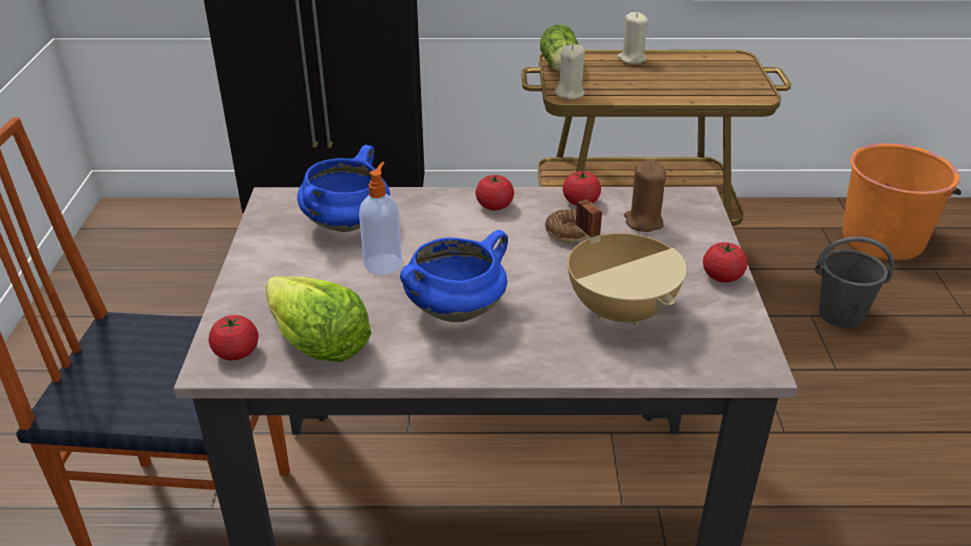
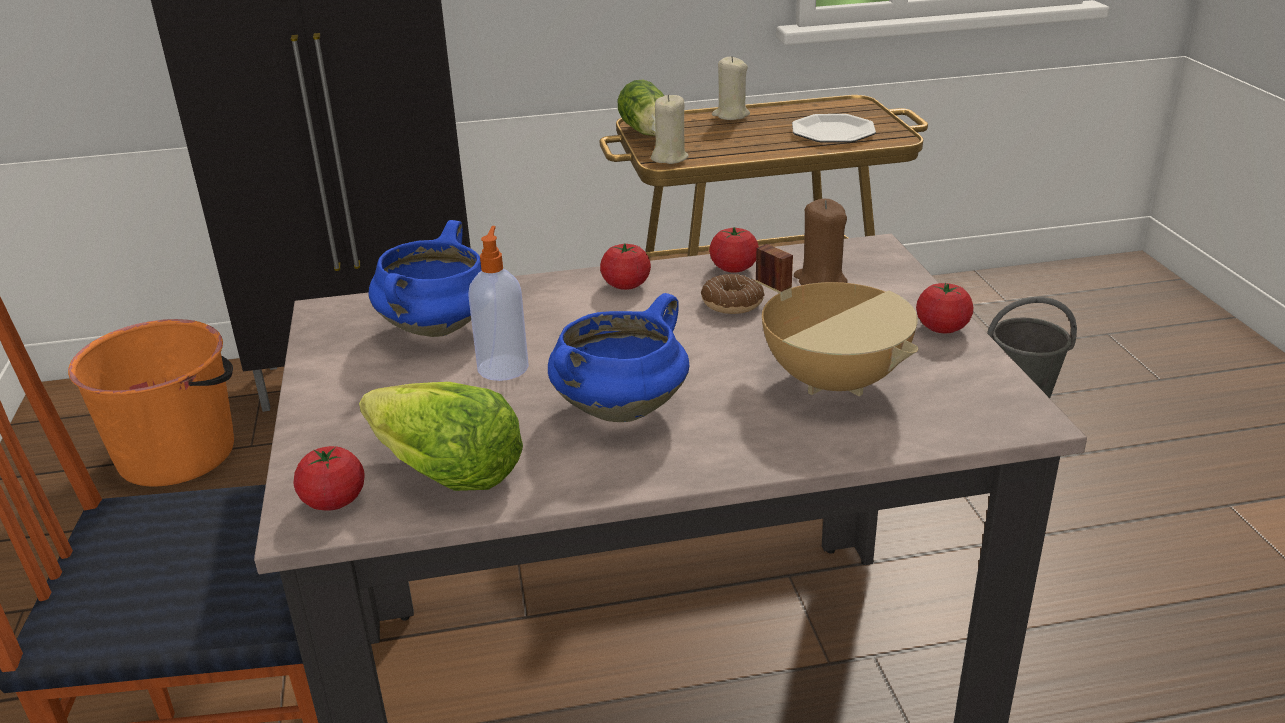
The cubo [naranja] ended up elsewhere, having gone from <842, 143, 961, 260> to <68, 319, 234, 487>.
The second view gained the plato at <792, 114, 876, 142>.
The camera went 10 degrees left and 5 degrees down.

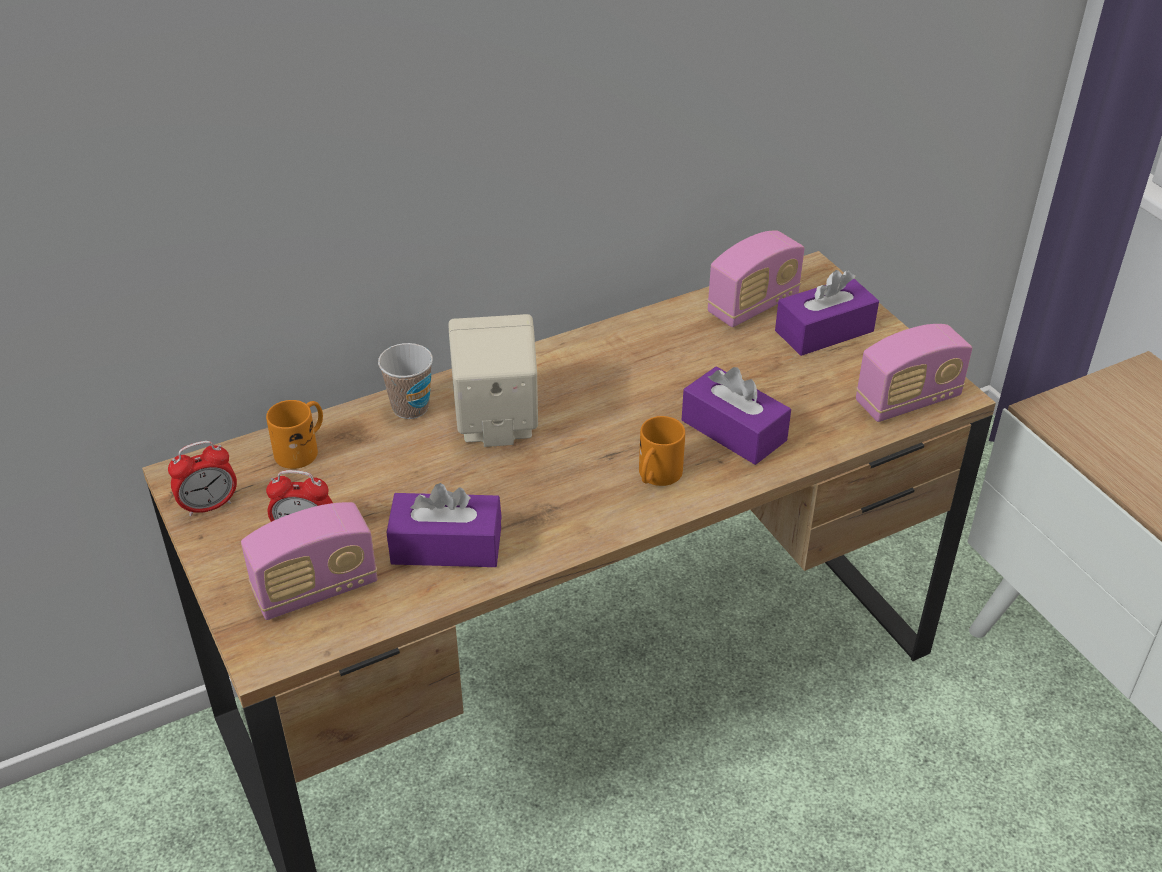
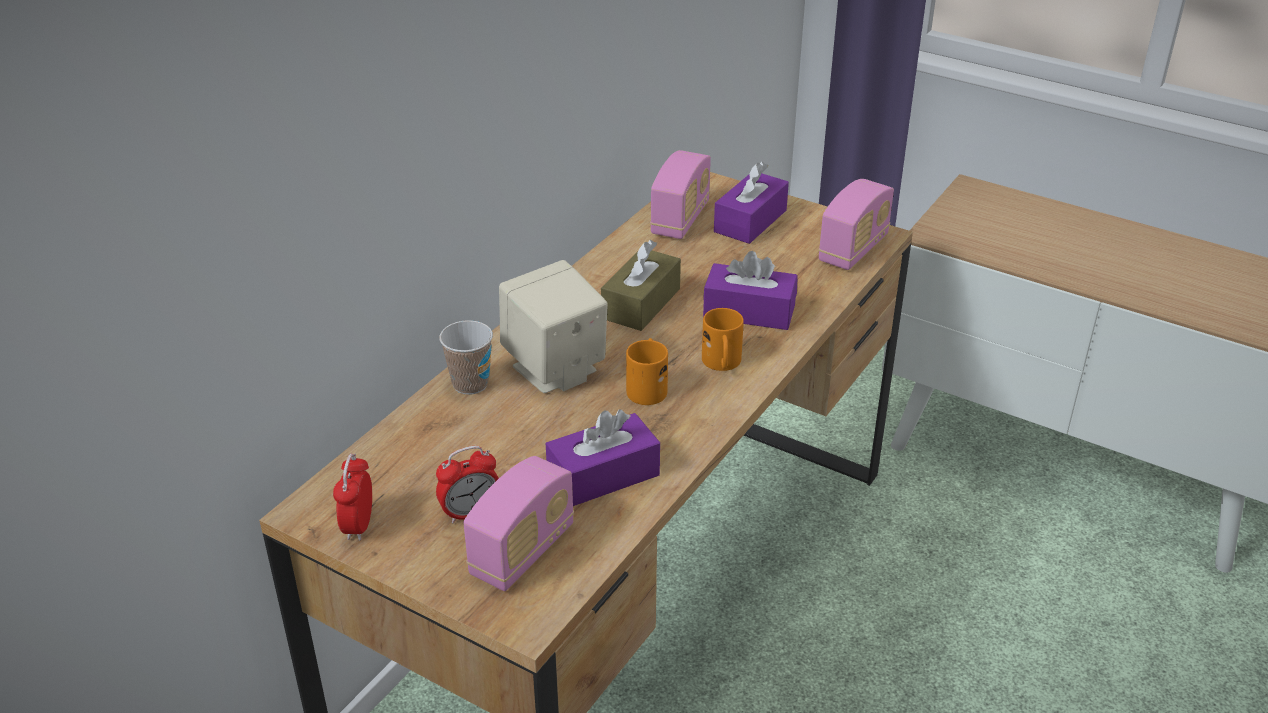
The despertador at <168, 441, 237, 517> ended up facing another way, 150 degrees clockwise from before.
The second view gained the caja de pañuelos [marrón] at <601, 240, 681, 331>.
The taza grande [naranja] ended up elsewhere, having gone from <266, 400, 323, 469> to <626, 338, 668, 405>.
The camera went 30 degrees left and 5 degrees down.

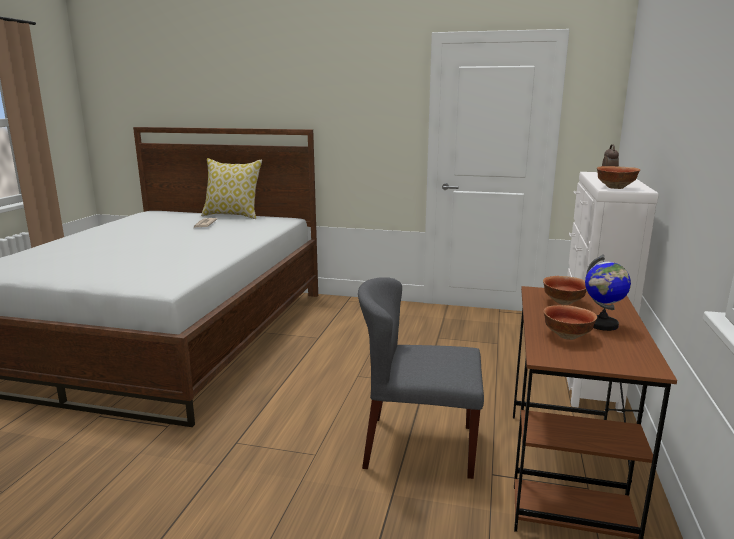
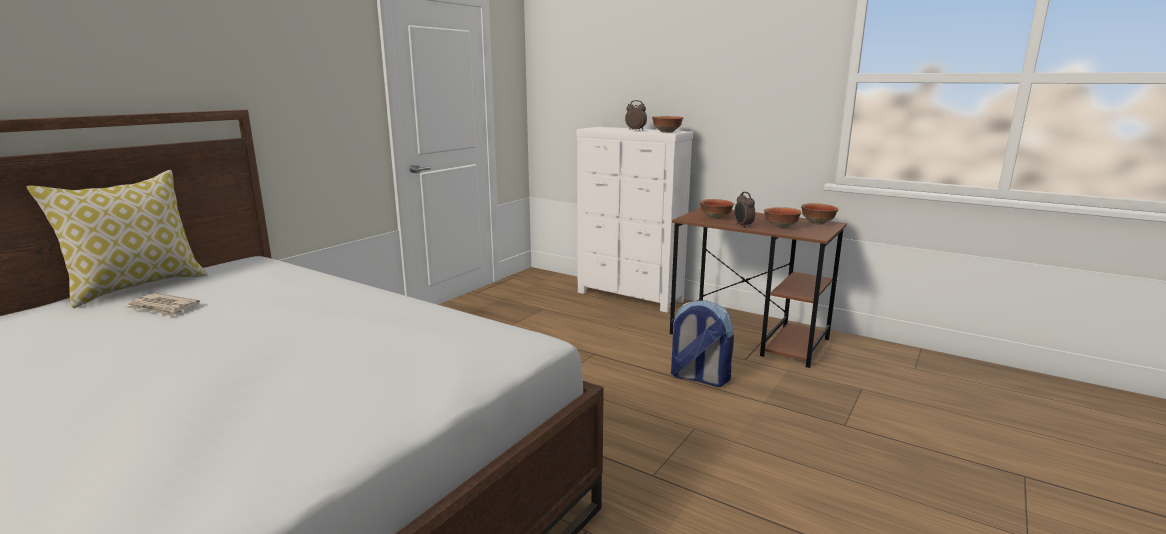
Where the silla [gris] stood at <358, 277, 484, 479>, the mochila came to stand at <671, 300, 734, 387>.
The second view gained the despertador at <734, 192, 755, 228>.
The second view gained the cuenco at <801, 203, 839, 224>.
The second view lost the globo terráqueo at <585, 255, 631, 331>.
The camera went 70 degrees left and 0 degrees up.

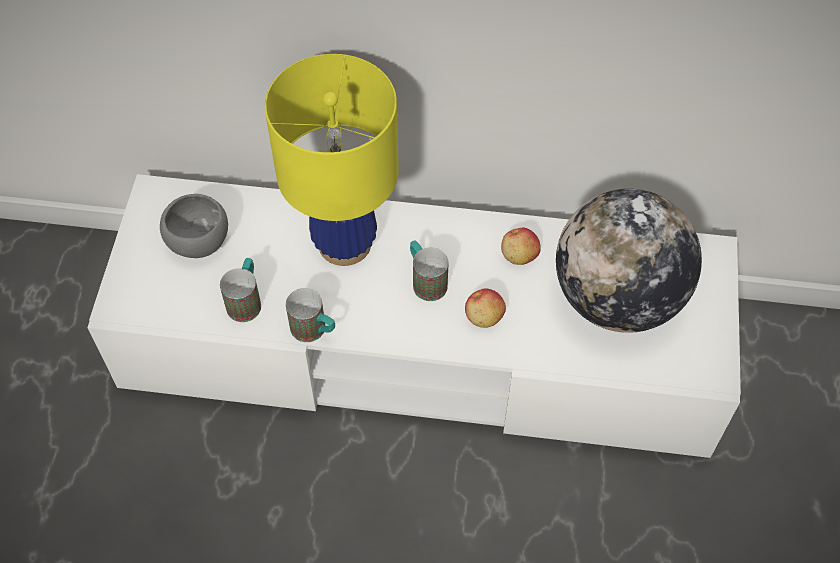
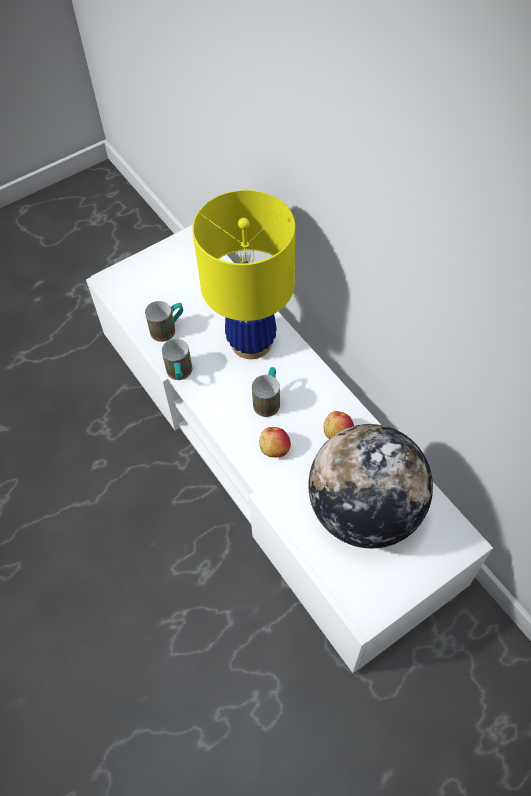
The second view lost the cuenco [gris] at <160, 194, 228, 258>.
The camera went 50 degrees right and 0 degrees up.

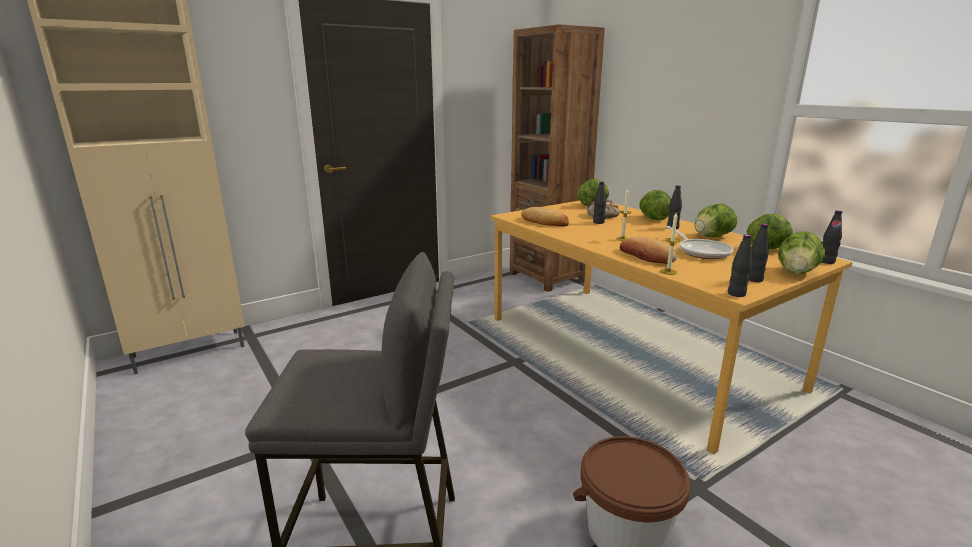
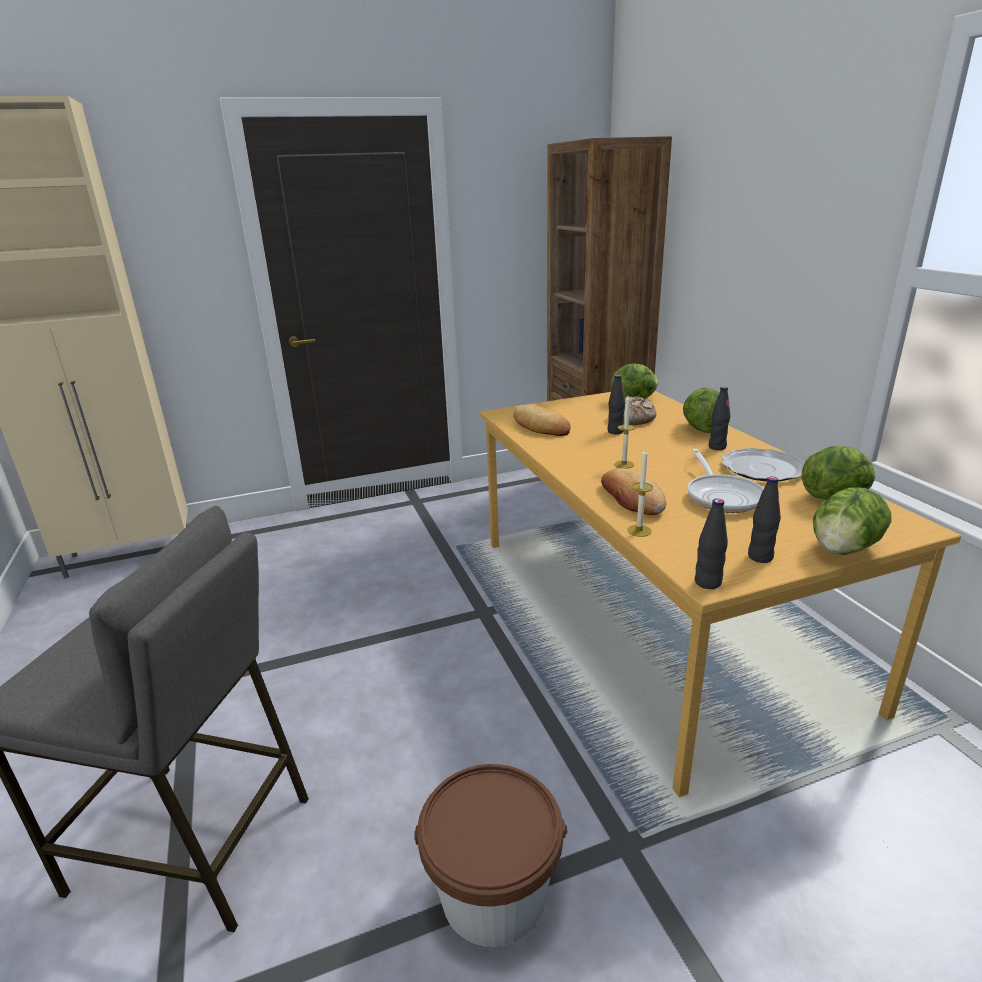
Where the lechuga stood at <695, 204, 737, 237>, the plato came to stand at <722, 448, 805, 481>.
The second view lost the botella [negro] at <822, 210, 842, 264>.
The camera went 15 degrees right and 5 degrees up.

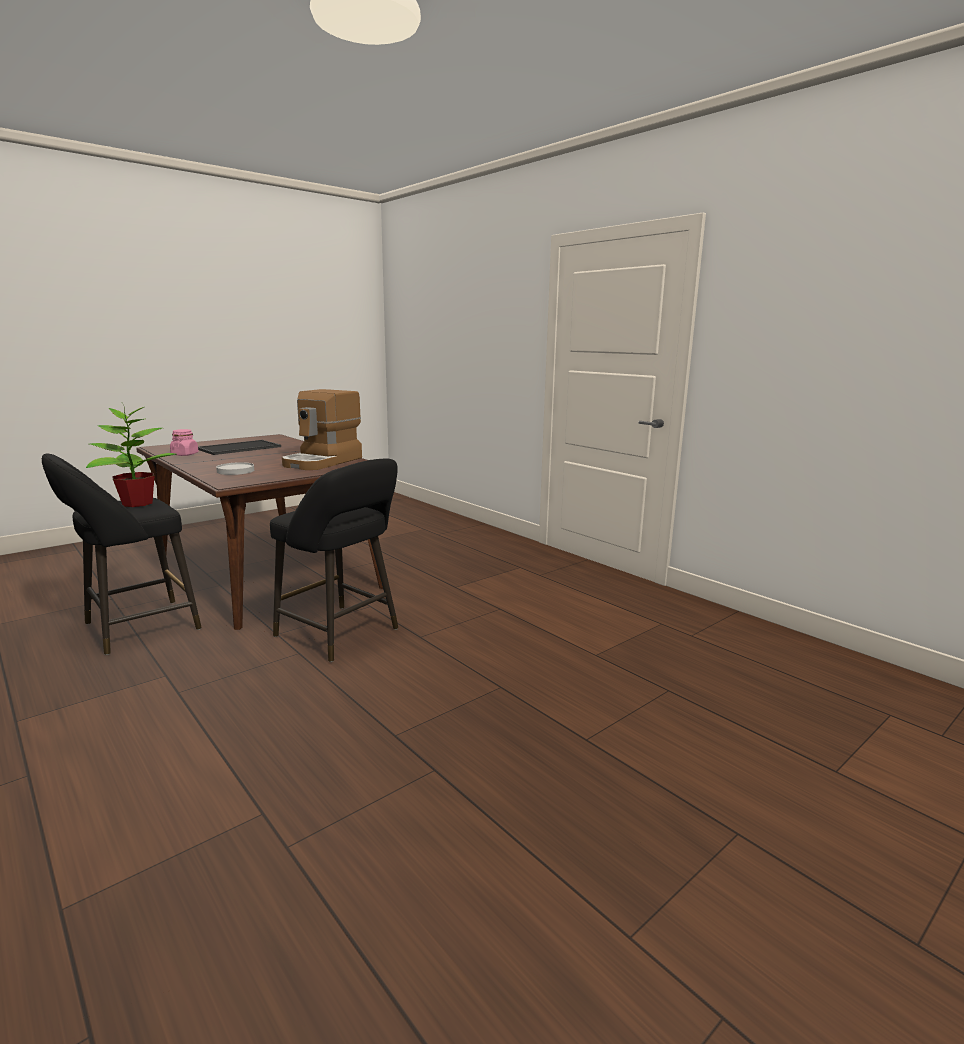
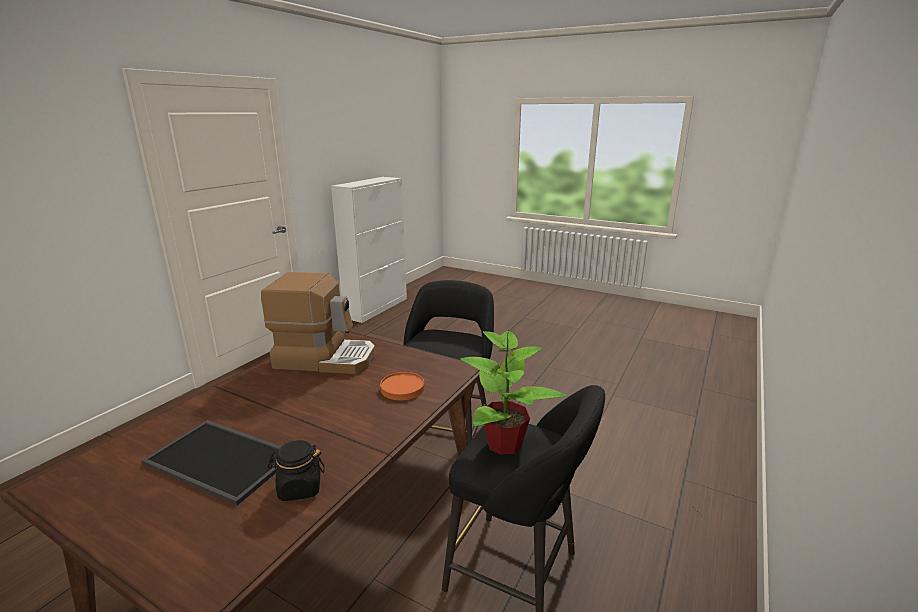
What was the tarro [rosa] at <170, 429, 199, 456> turned into the tarro [negro] at <268, 440, 325, 501>.
The second view gained the armario [blanco] at <331, 177, 407, 323>.
What was the plato [blanco] at <216, 462, 254, 475> turned into the plato [naranja] at <380, 372, 424, 400>.
The camera went 110 degrees left and 5 degrees up.

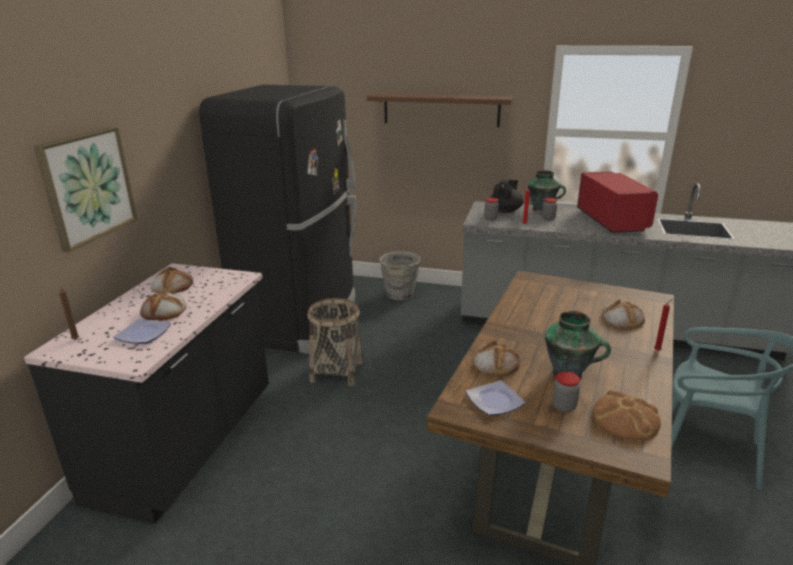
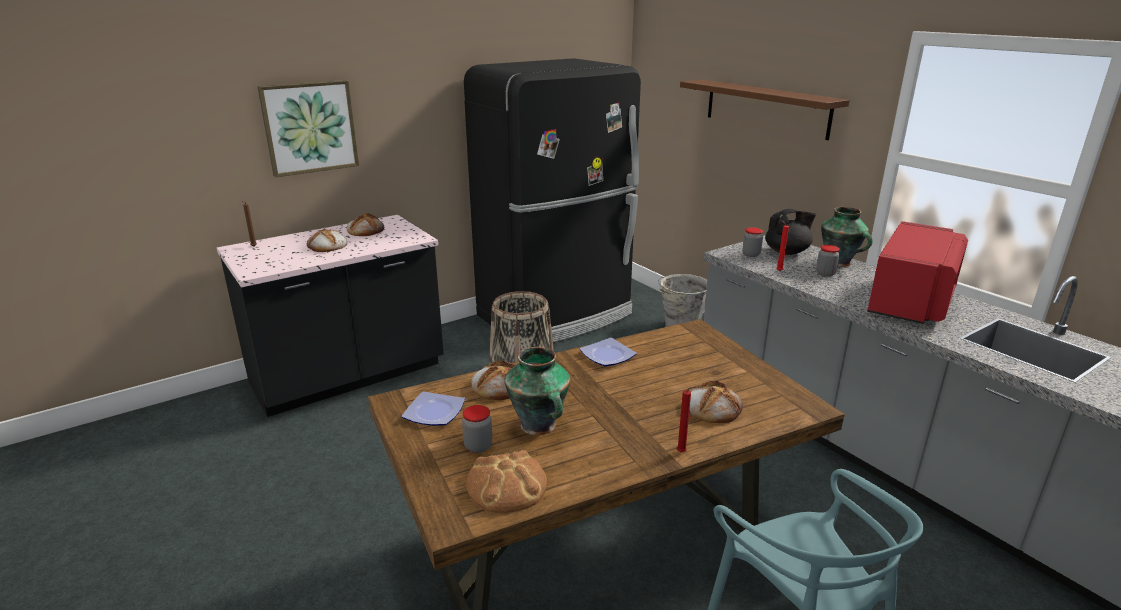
The plato ended up elsewhere, having gone from <113, 319, 171, 344> to <579, 338, 637, 366>.
The camera went 40 degrees right and 0 degrees up.

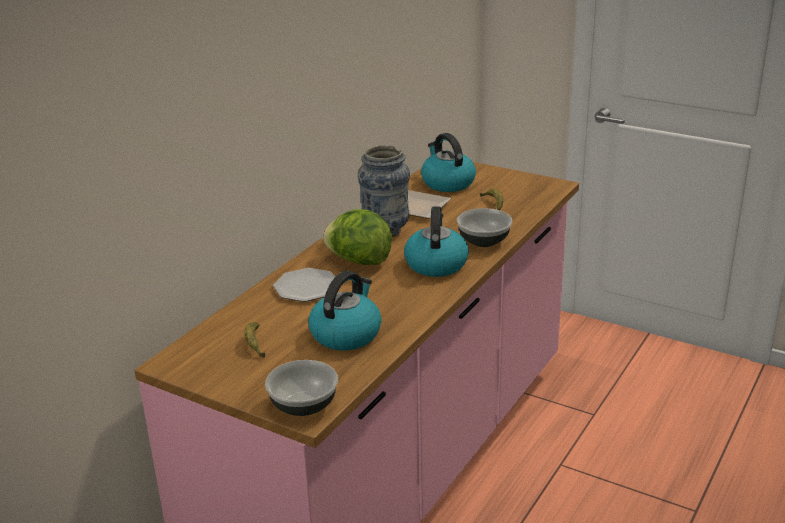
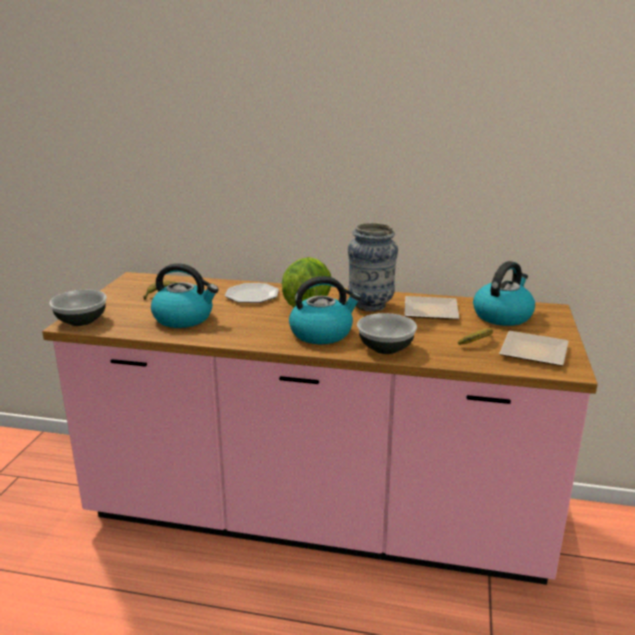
The second view gained the plato at <499, 331, 569, 366>.
The camera went 70 degrees right and 5 degrees down.

